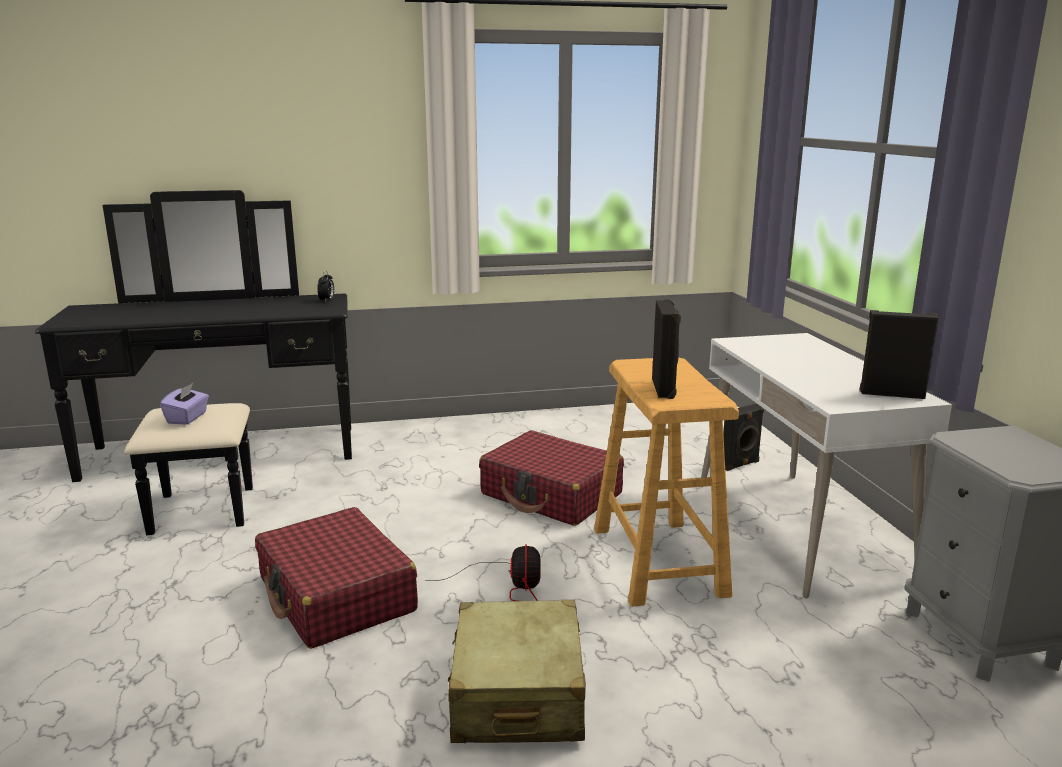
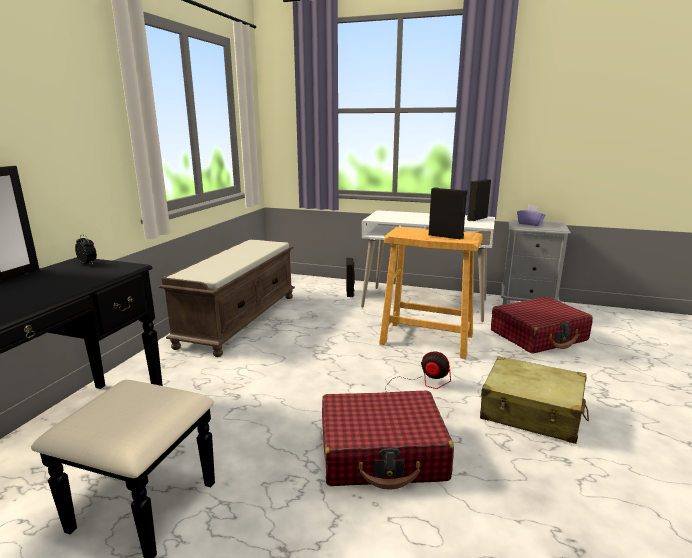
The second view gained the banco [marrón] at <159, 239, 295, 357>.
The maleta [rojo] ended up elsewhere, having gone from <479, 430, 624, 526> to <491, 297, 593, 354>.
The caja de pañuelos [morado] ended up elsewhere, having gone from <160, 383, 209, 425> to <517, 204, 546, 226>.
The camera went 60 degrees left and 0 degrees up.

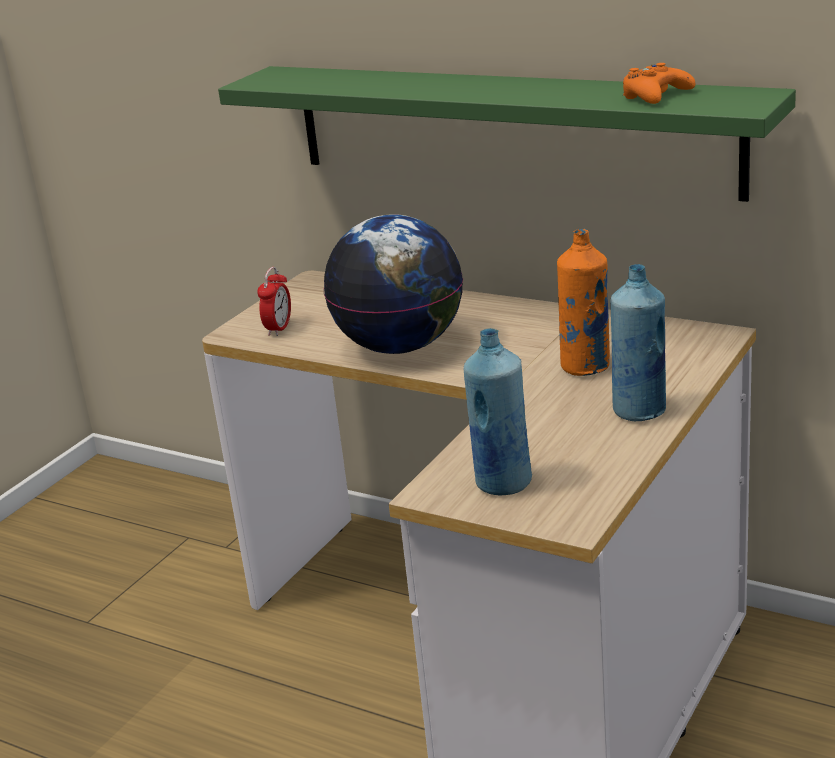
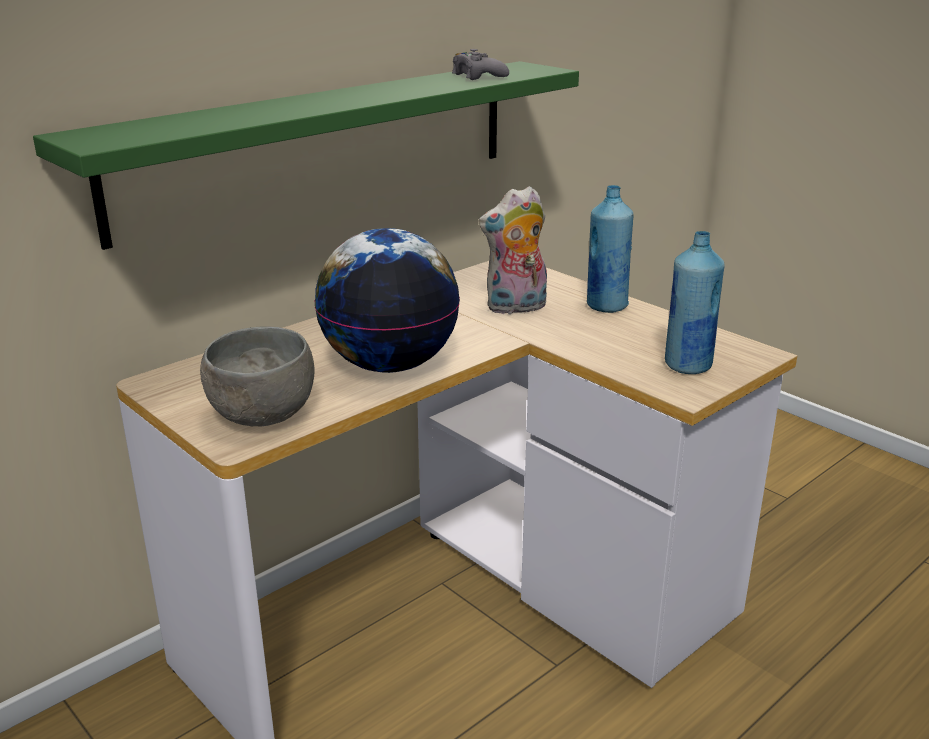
Where the despertador stood at <257, 267, 291, 336>, the cuenco [gris] came to stand at <200, 327, 314, 426>.
What was the mando de consola [naranja] at <623, 63, 695, 104> turned into the mando de consola [gris] at <452, 49, 509, 80>.
Where the botella [naranja] stood at <557, 229, 610, 376>, the peluche came to stand at <478, 186, 547, 314>.
The camera went 75 degrees left and 0 degrees up.

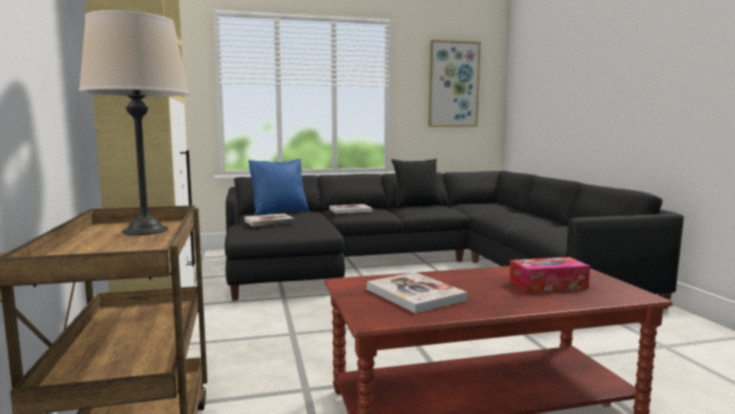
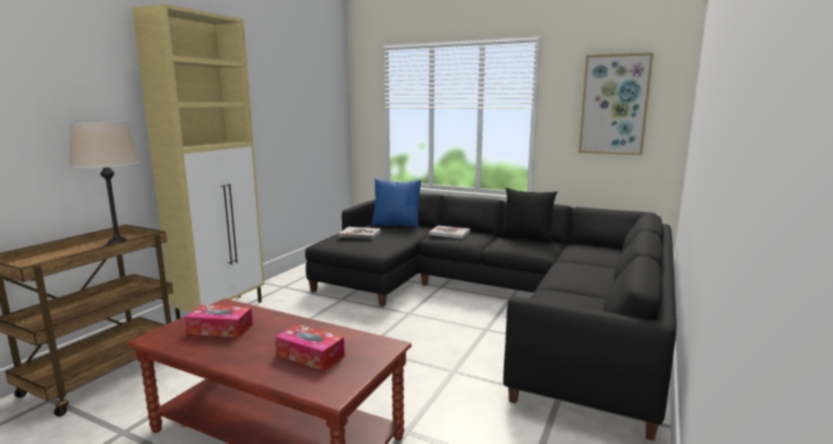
Where the libro stood at <367, 272, 467, 313>, the caja de pañuelos came to stand at <185, 305, 253, 338>.
The camera went 40 degrees right and 5 degrees up.

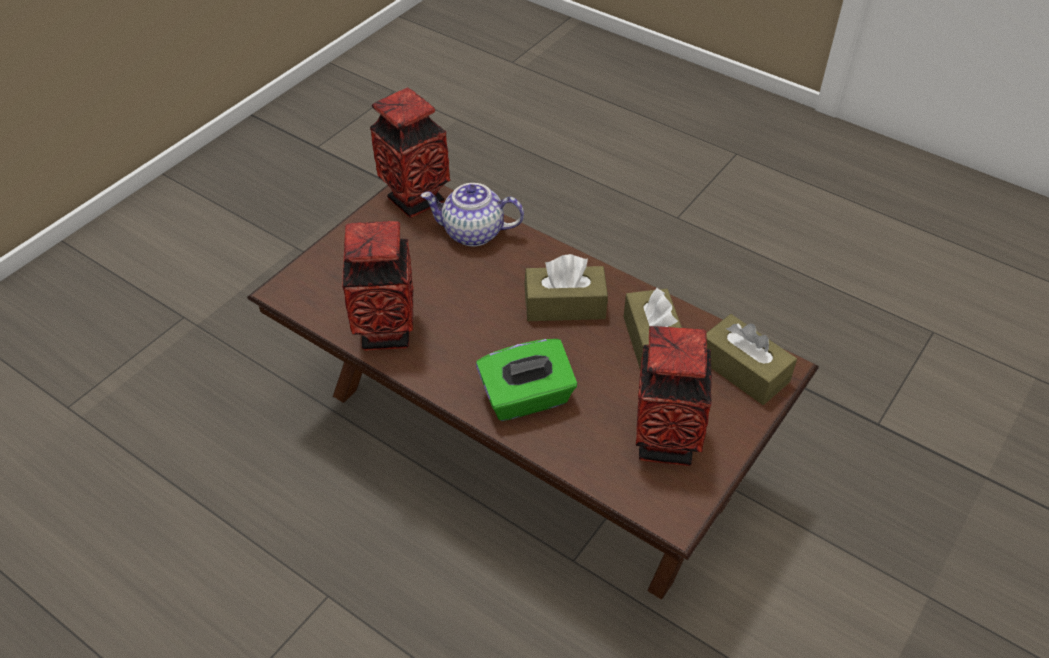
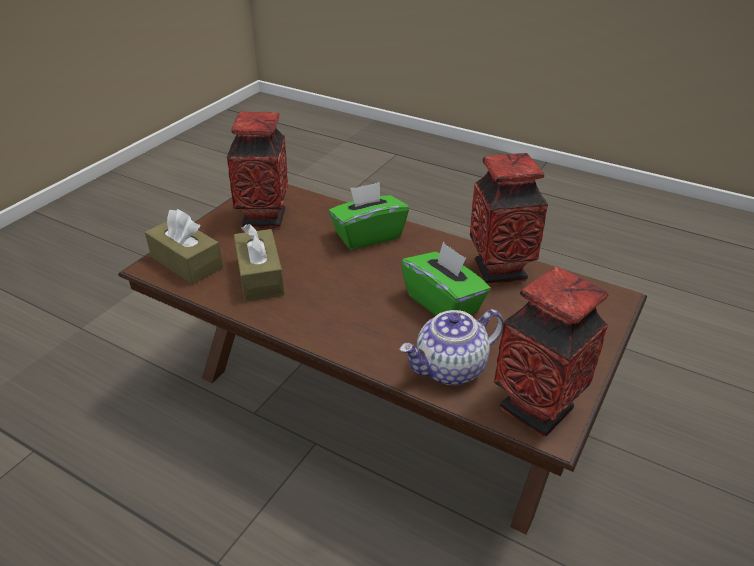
The tetera at <421, 183, 524, 247> ended up facing another way, 150 degrees clockwise from before.
The second view gained the caja de pañuelos [verde] at <401, 242, 491, 316>.
The second view lost the caja de pañuelos [marrón] at <524, 254, 608, 321>.
The camera went 175 degrees right and 10 degrees down.

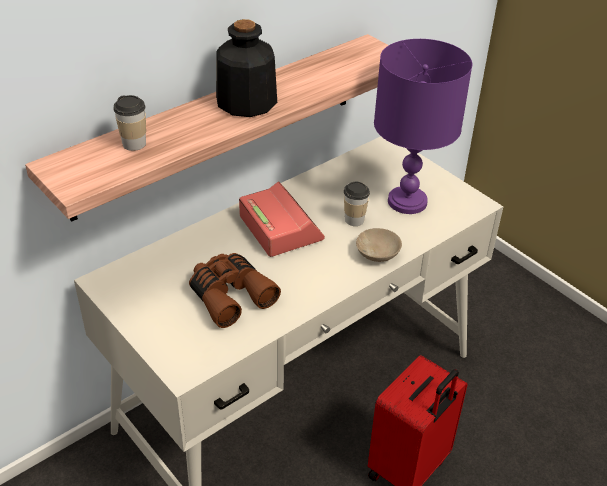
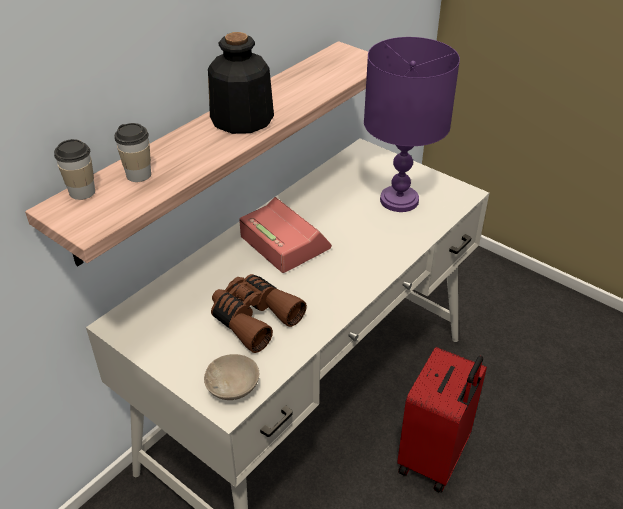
The taza ended up elsewhere, having gone from <344, 182, 370, 226> to <54, 139, 95, 200>.
The cuenco [beis] ended up elsewhere, having gone from <356, 228, 402, 262> to <204, 354, 259, 400>.
The camera went 10 degrees left and 0 degrees up.

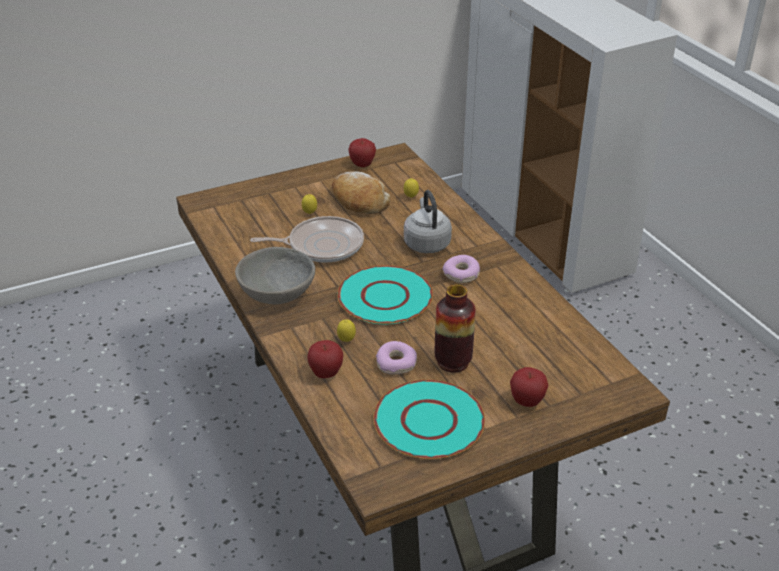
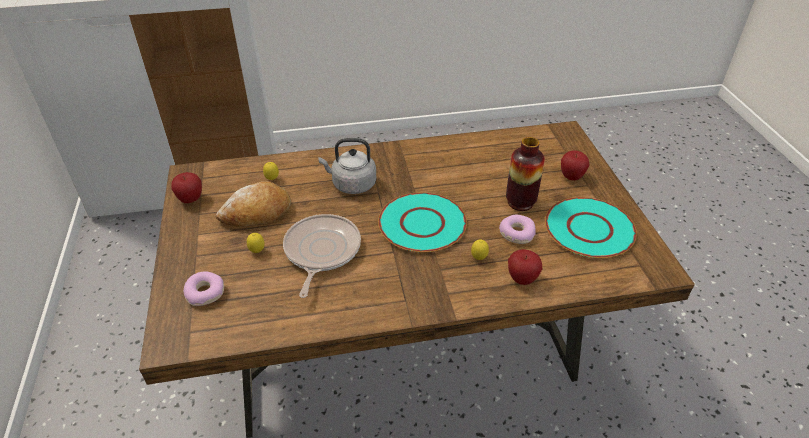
The rosquilla ended up elsewhere, having gone from <443, 255, 480, 283> to <183, 272, 224, 306>.
The second view lost the cuenco [gris] at <235, 247, 315, 304>.
The camera went 75 degrees left and 5 degrees up.

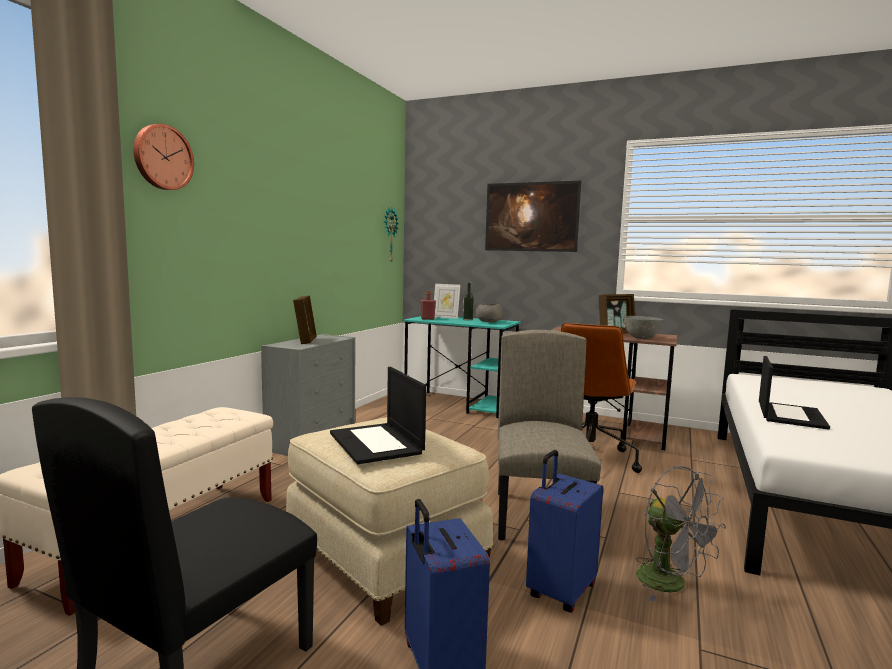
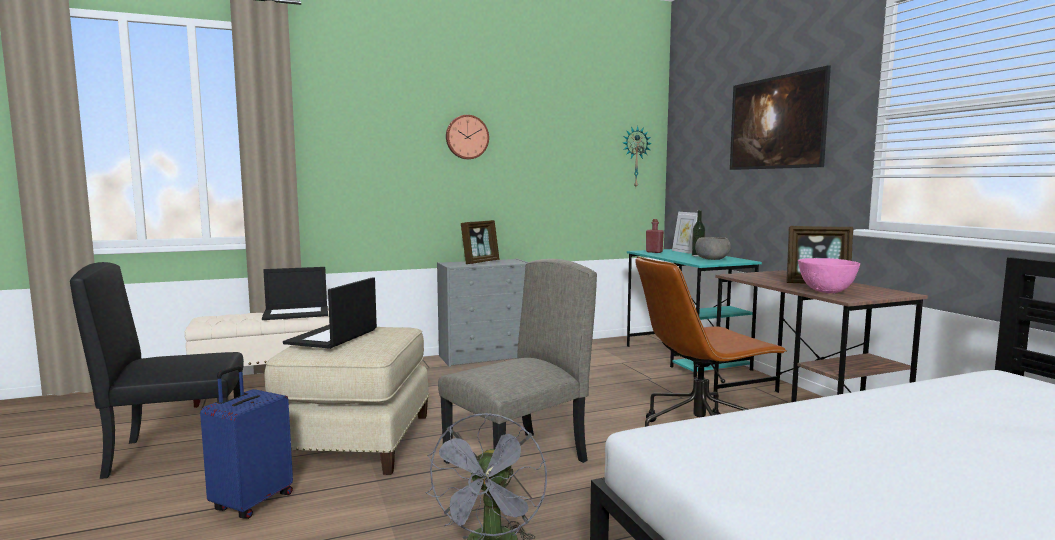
The portátil ended up elsewhere, having gone from <759, 356, 830, 430> to <262, 267, 328, 320>.
The reloj de pared ended up elsewhere, having gone from <133, 124, 194, 190> to <446, 115, 489, 159>.
What was the cuenco [gris] at <623, 316, 663, 339> turned into the cuenco [rosa] at <798, 258, 860, 293>.
The second view lost the maleta [azul] at <526, 450, 603, 613>.
The camera went 45 degrees right and 0 degrees up.

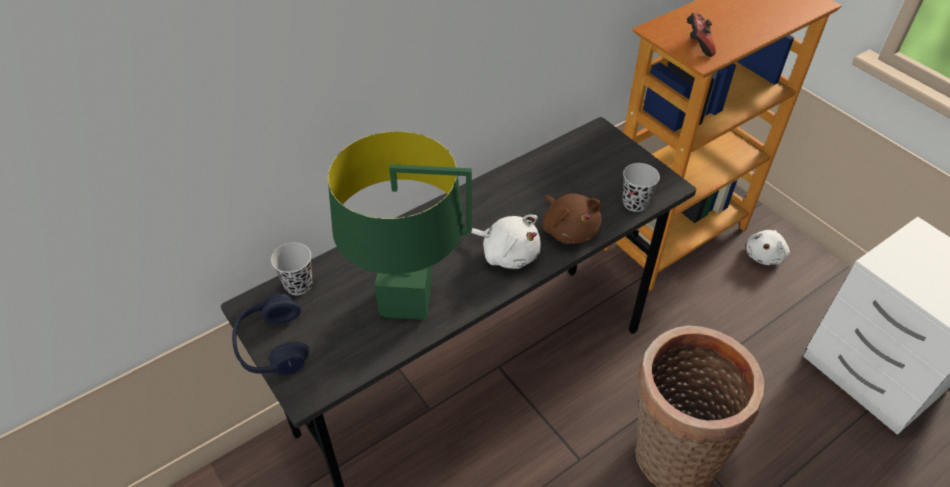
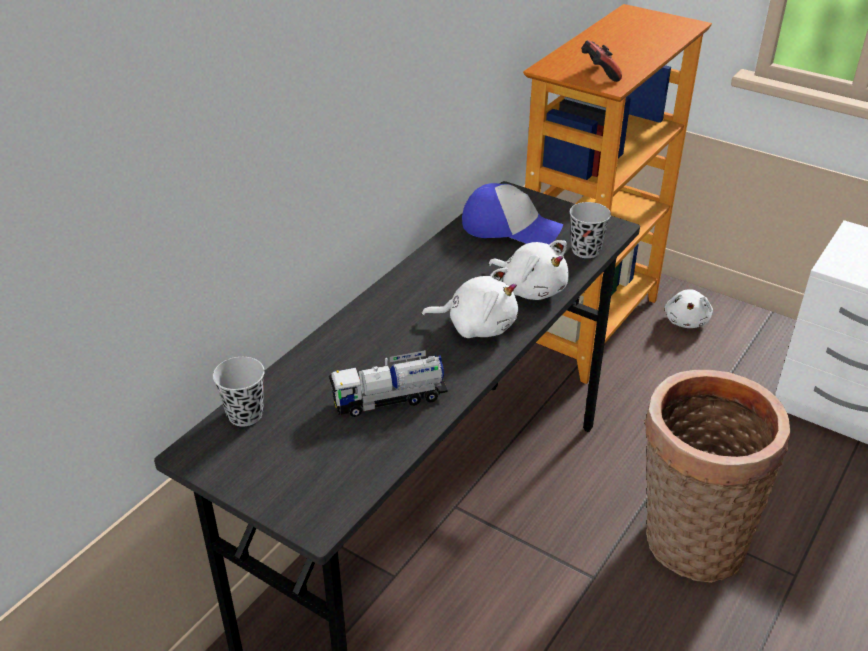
Where the lámpara de mesa [verde] stood at <328, 131, 472, 320>, the camión de juguete came to stand at <329, 350, 448, 417>.
The second view gained the gorra at <462, 183, 563, 244>.
What was the peluche [marrón] at <543, 193, 602, 244> turned into the peluche [blanco] at <489, 240, 569, 300>.
The second view lost the auriculares [azul] at <232, 293, 309, 375>.
The camera went 20 degrees left and 10 degrees down.

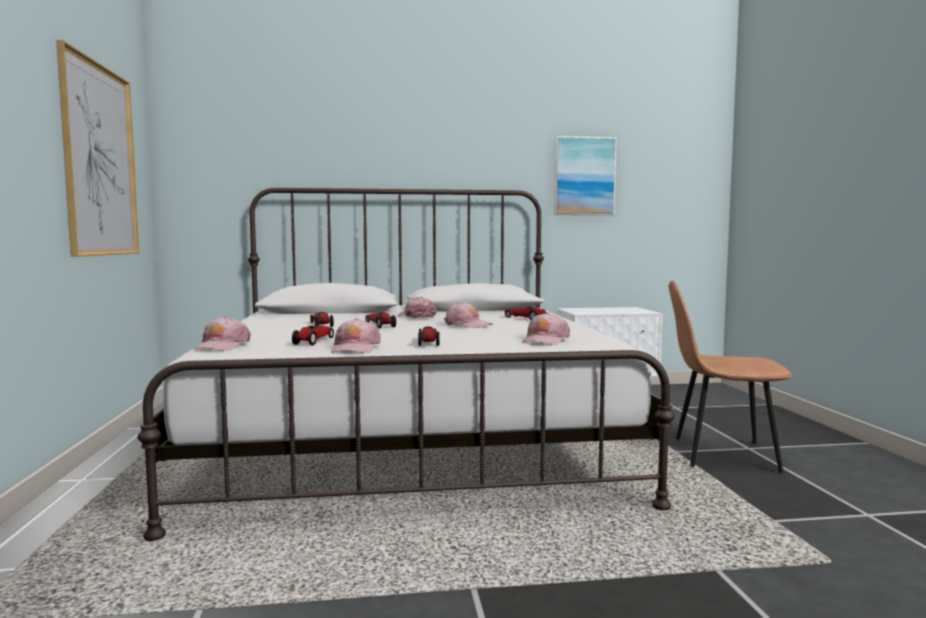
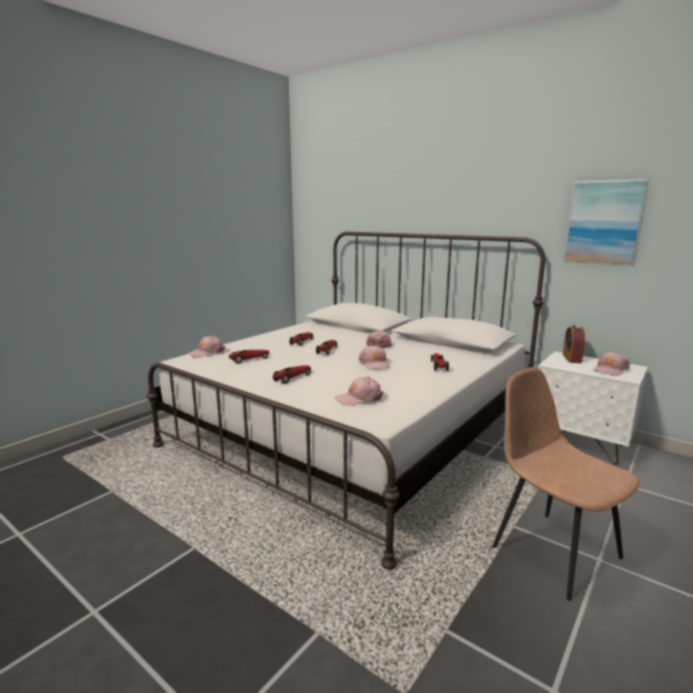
The second view gained the despertador at <563, 325, 585, 363>.
The gorra [rosa] ended up elsewhere, having gone from <331, 318, 380, 353> to <593, 352, 630, 376>.
The second view lost the cuadro at <56, 40, 139, 257>.
The camera went 45 degrees right and 10 degrees up.

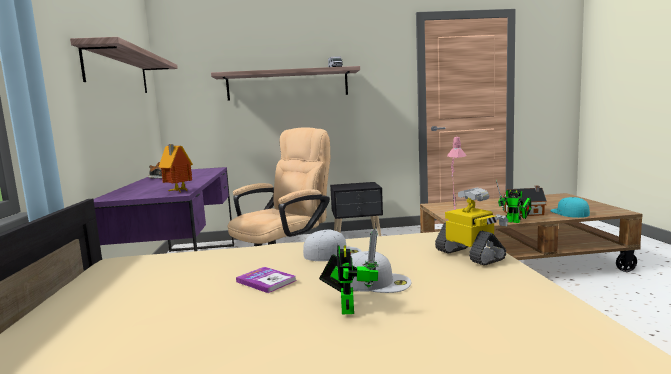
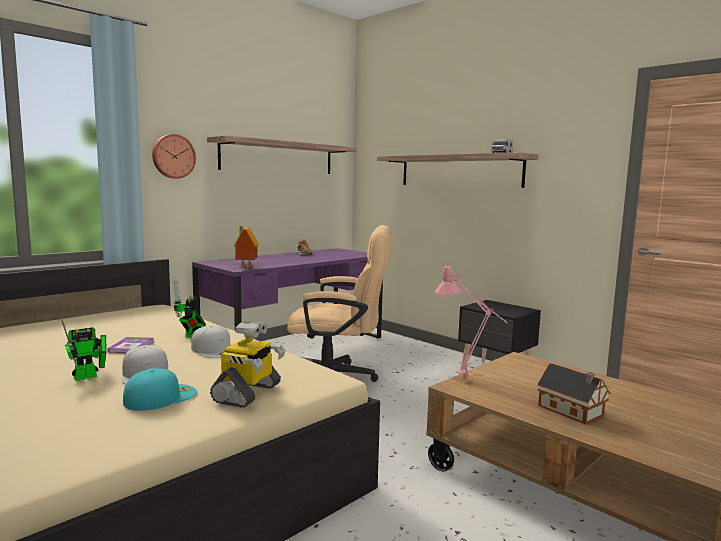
The gorra [turquesa] ended up elsewhere, having gone from <550, 197, 590, 218> to <123, 368, 197, 411>.
The second view gained the reloj de pared at <152, 134, 196, 179>.
The robot de juguete ended up elsewhere, having gone from <496, 180, 532, 223> to <174, 279, 206, 337>.
The camera went 50 degrees right and 0 degrees up.

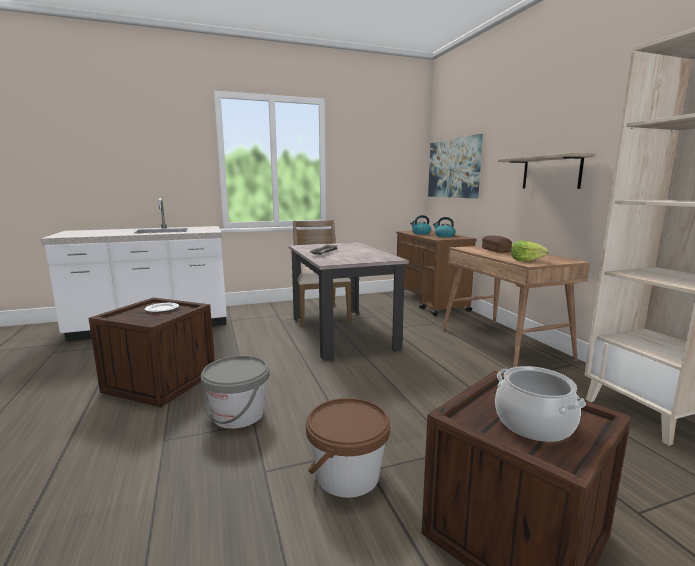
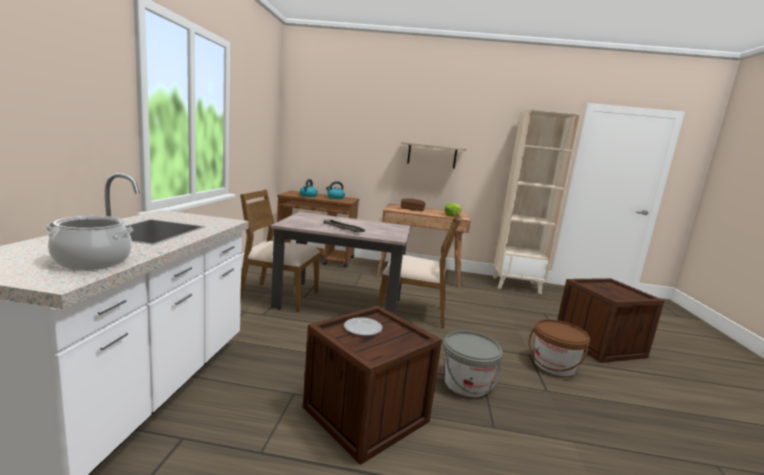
The olla ended up elsewhere, having gone from <495, 366, 586, 442> to <46, 216, 134, 270>.
The second view gained the silla [marrón] at <378, 212, 462, 328>.
The second view lost the cuadro at <428, 134, 483, 199>.
The camera went 65 degrees left and 0 degrees up.

